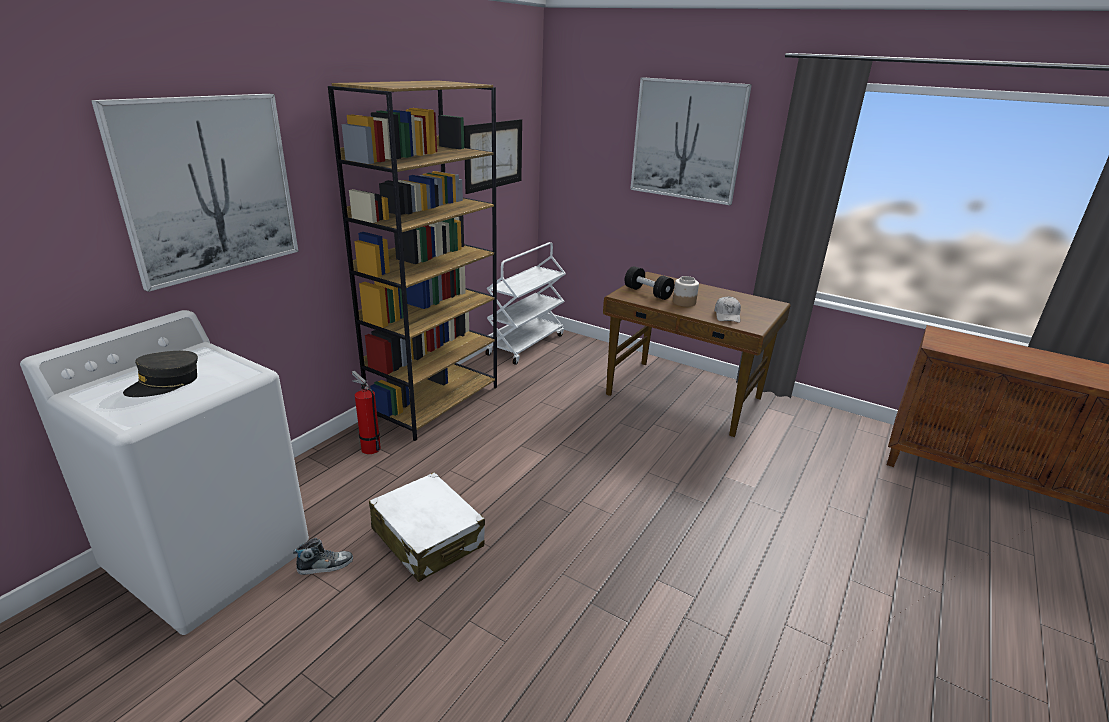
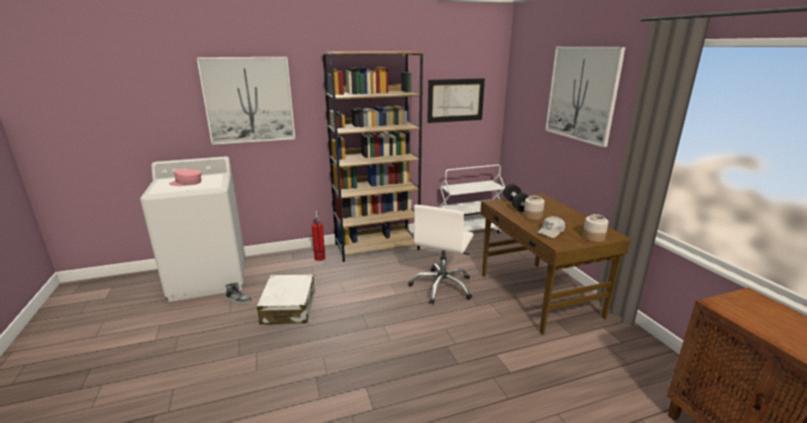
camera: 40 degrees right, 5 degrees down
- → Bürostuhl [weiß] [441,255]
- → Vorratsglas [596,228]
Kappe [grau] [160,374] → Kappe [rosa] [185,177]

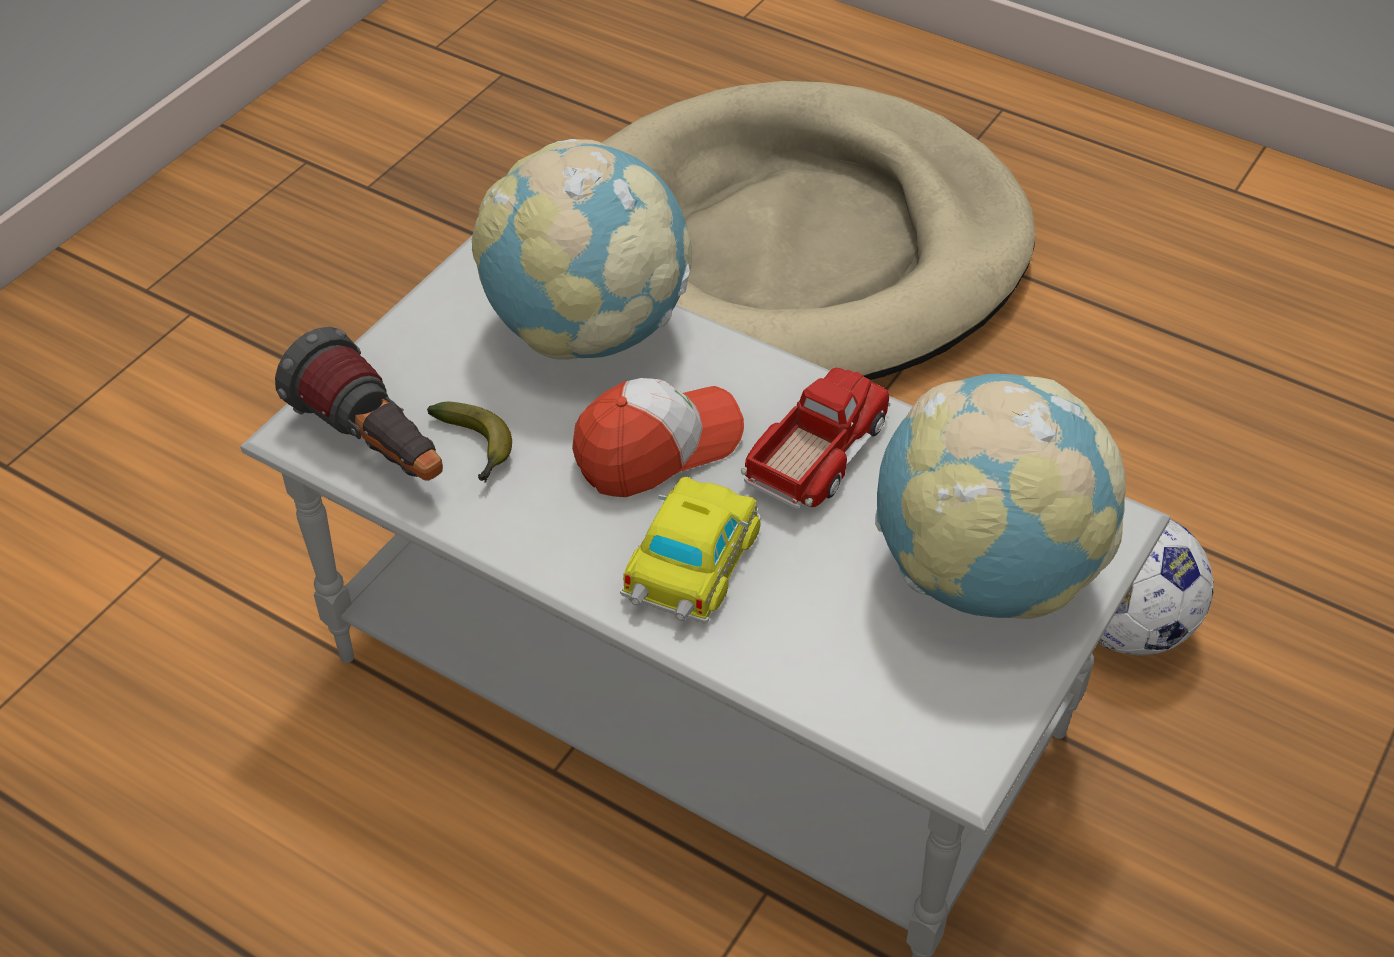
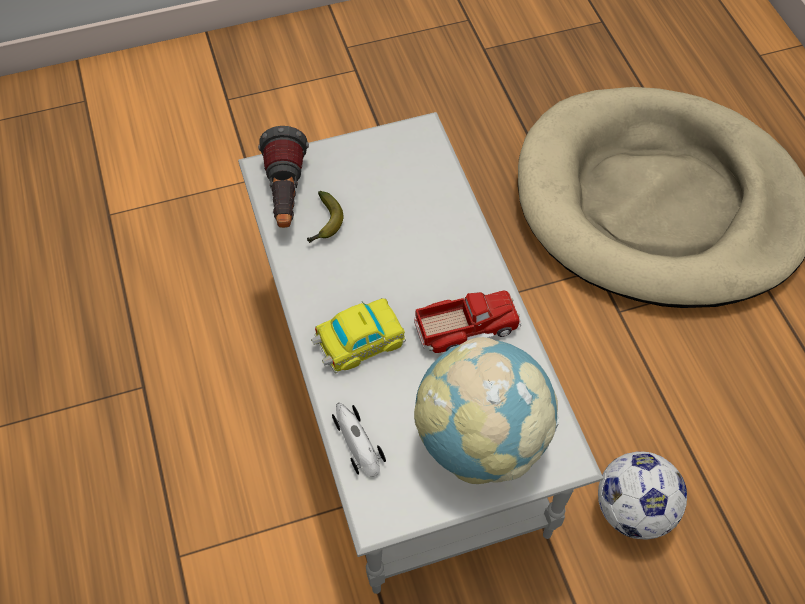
camera: 40 degrees right, 10 degrees up
Globus [582,249] → -
Kappe [658,437] → -
- → Spielzeugauto [359,440]

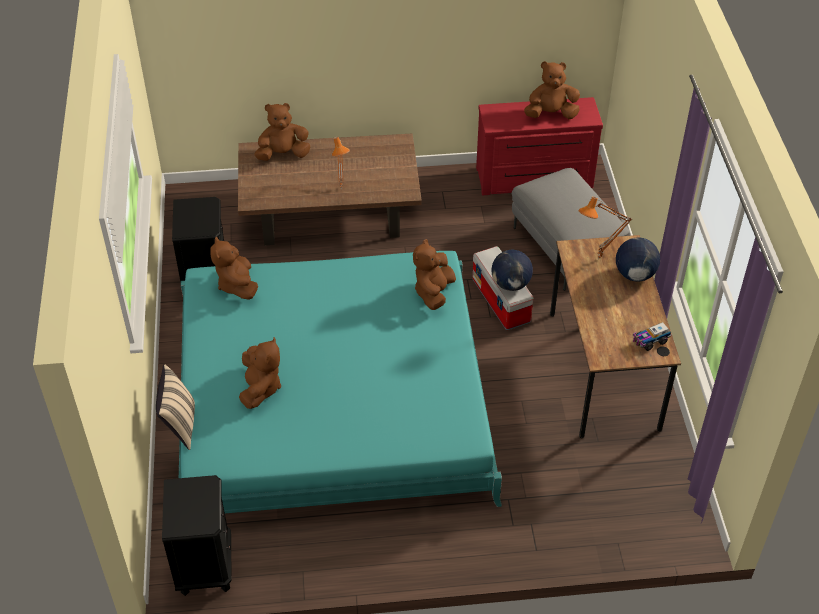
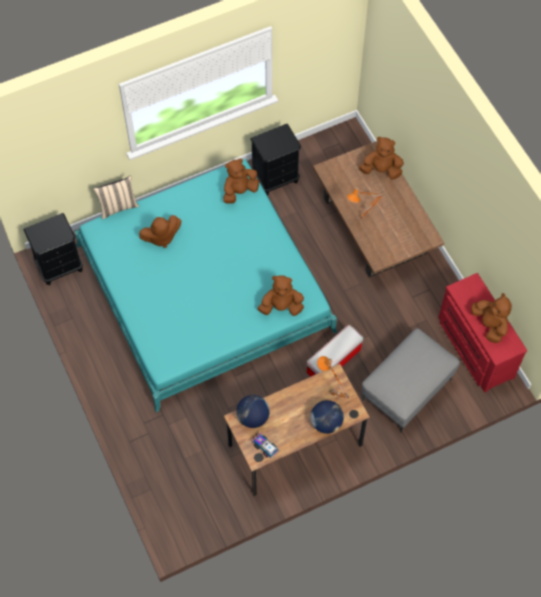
camera: 70 degrees right, 15 degrees up
Globus [512,270] → Globus [253,411], relocated
Plüschtier [braun] [282,132] → Plüschtier [braun] [381,158], 45 degrees counterclockwise

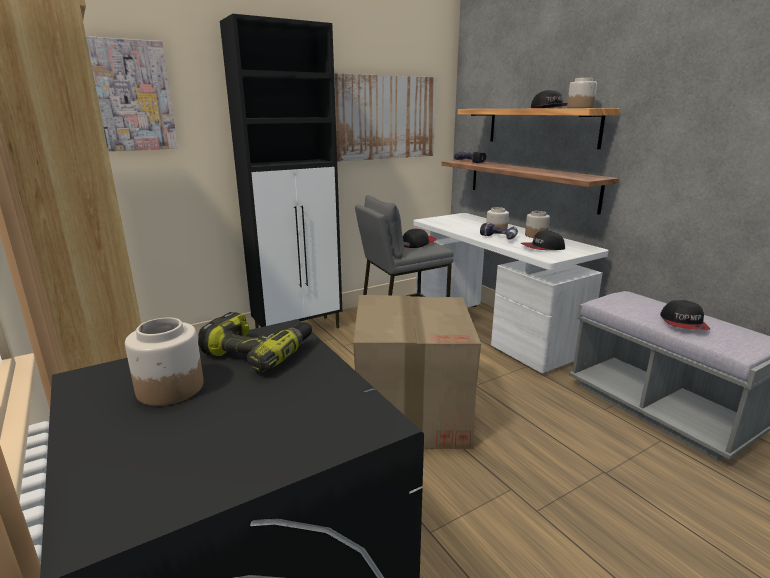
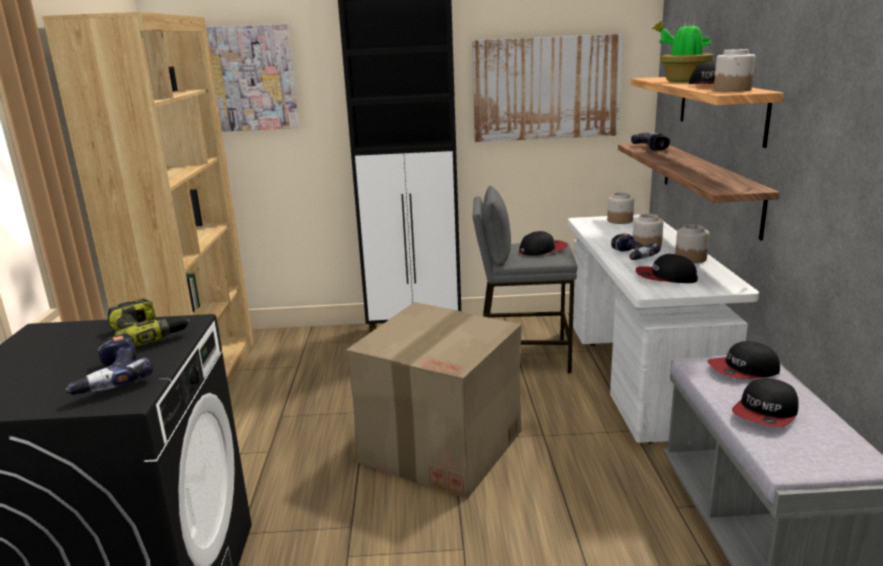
camera: 30 degrees right, 0 degrees up
- → Bohrmaschine [109,364]
- → Topfpflanze [683,51]
- → Kappe [744,360]
Vorratsglas [164,362] → Vorratsglas [620,208], relocated

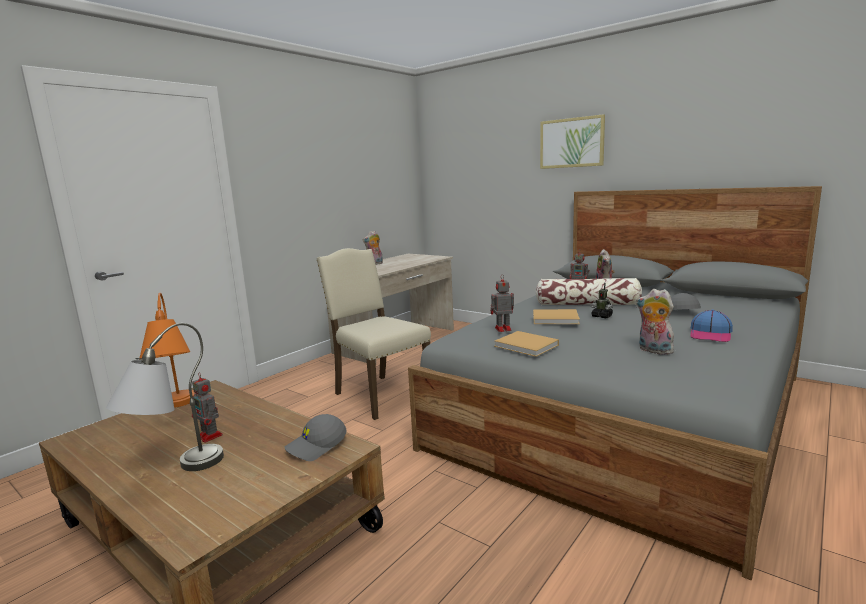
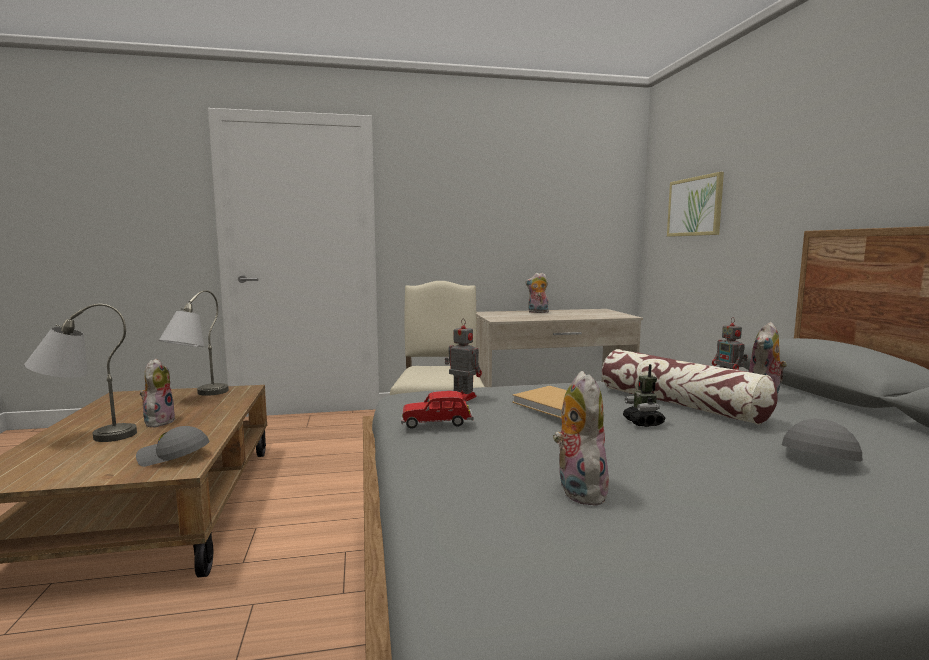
camera: 40 degrees right, 5 degrees down
Kappe [711,326] → -
Bild [572,141] → Bild [695,204], relocated
Spielzeugroboter [207,407] → Plüschtier [158,393]
Buch [beige] [526,344] → Spielzeugauto [rot] [437,410]
Tischlampe [orange] [167,350] → Tischlampe [grau] [194,343]

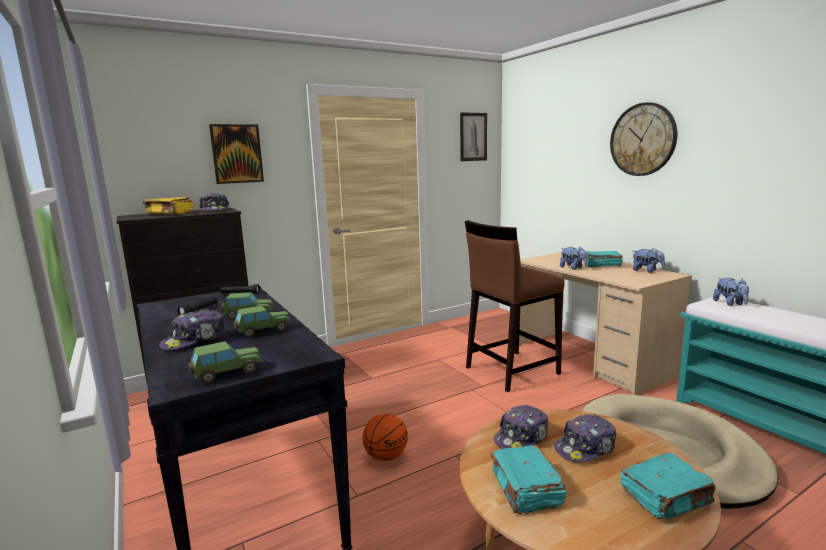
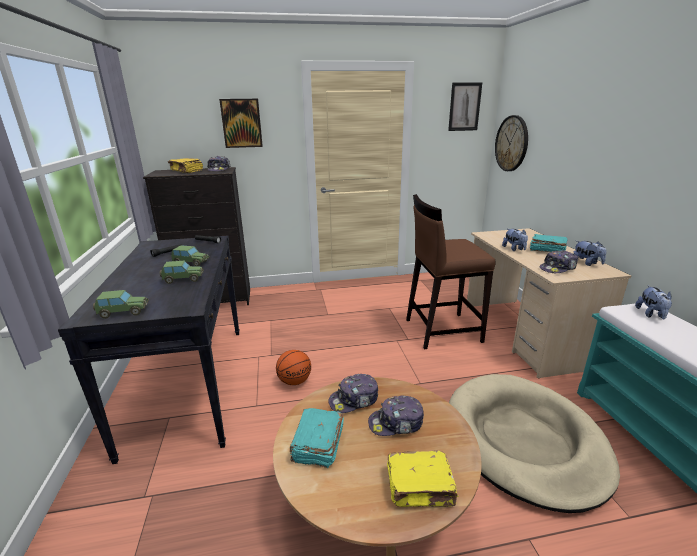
camera: 20 degrees right, 10 degrees up
Kappe [192,329] → Kappe [558,261], relocated
Wanduhr [643,139] → Wanduhr [511,143], relocated
Buch [türkis] [668,486] → Buch [gelb] [422,478]

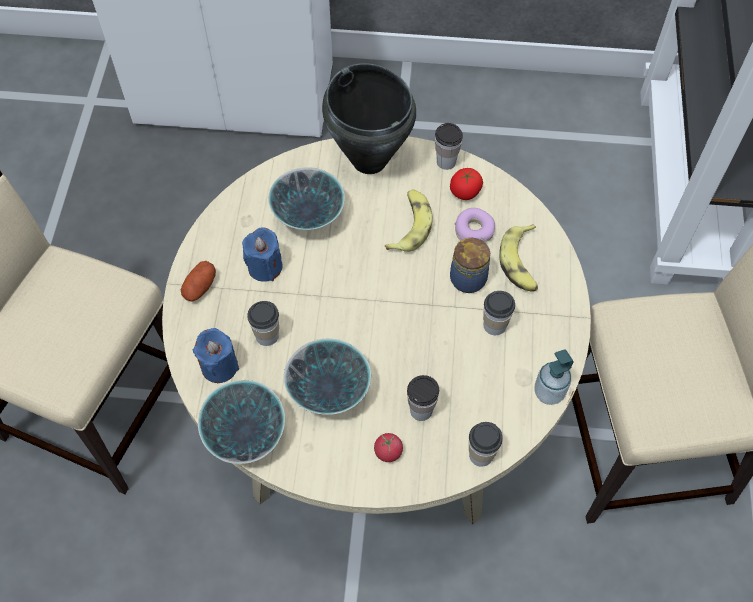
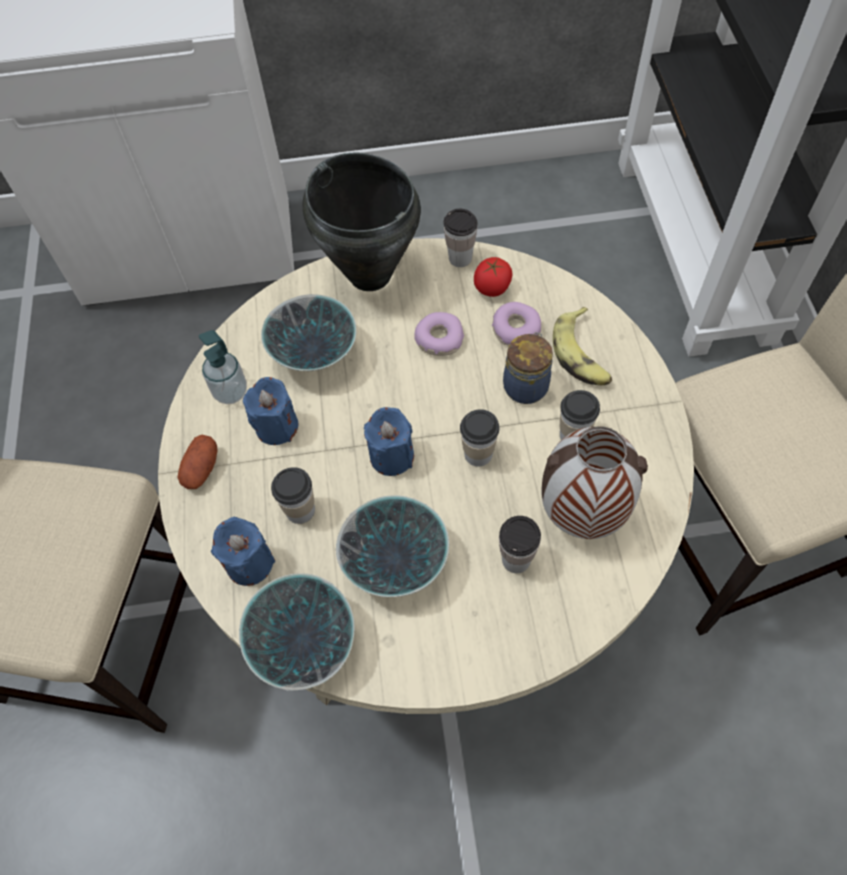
camera: 10 degrees left, 0 degrees up
Tomate [388,447] → -
- → Kerze [blau] [389,441]
- → Vase [595,482]
Tasse [486,444] → Tasse [480,438], relocated
Seifenspender [553,377] → Seifenspender [223,367], relocated
Banane [409,220] → Donut [439,334]

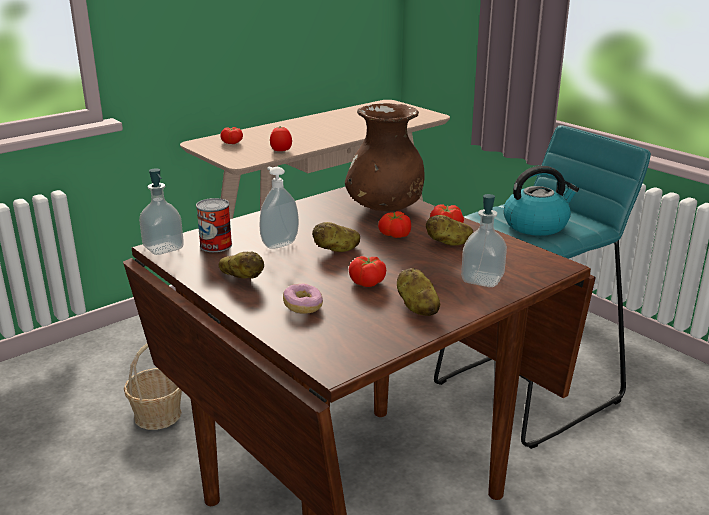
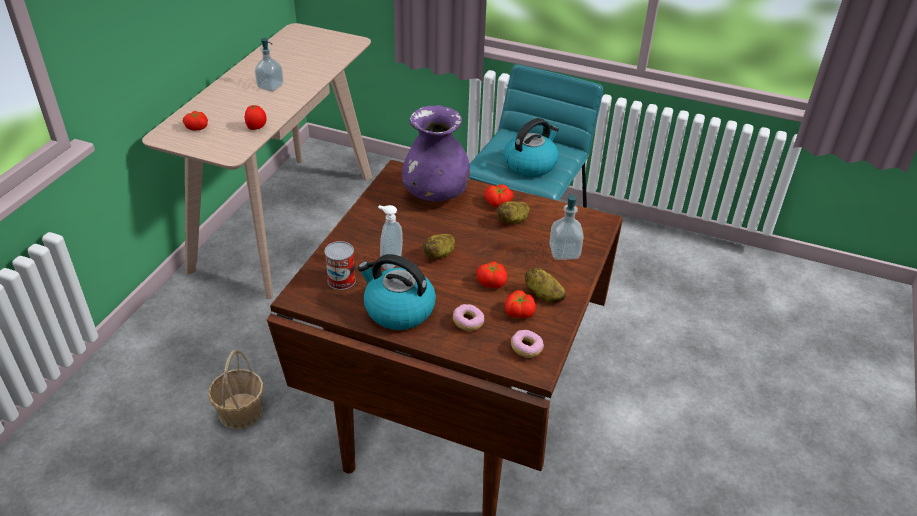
camera: 30 degrees left, 15 degrees up
- → Donut [527,344]
Seifenspender [161,211] → Seifenspender [269,65], relocated
Tomate [394,224] → Tomate [520,304], relocated
Kartoffel [241,265] → Wasserkessel [397,292]
Vase [braun] [385,157] → Vase [lila] [436,153]

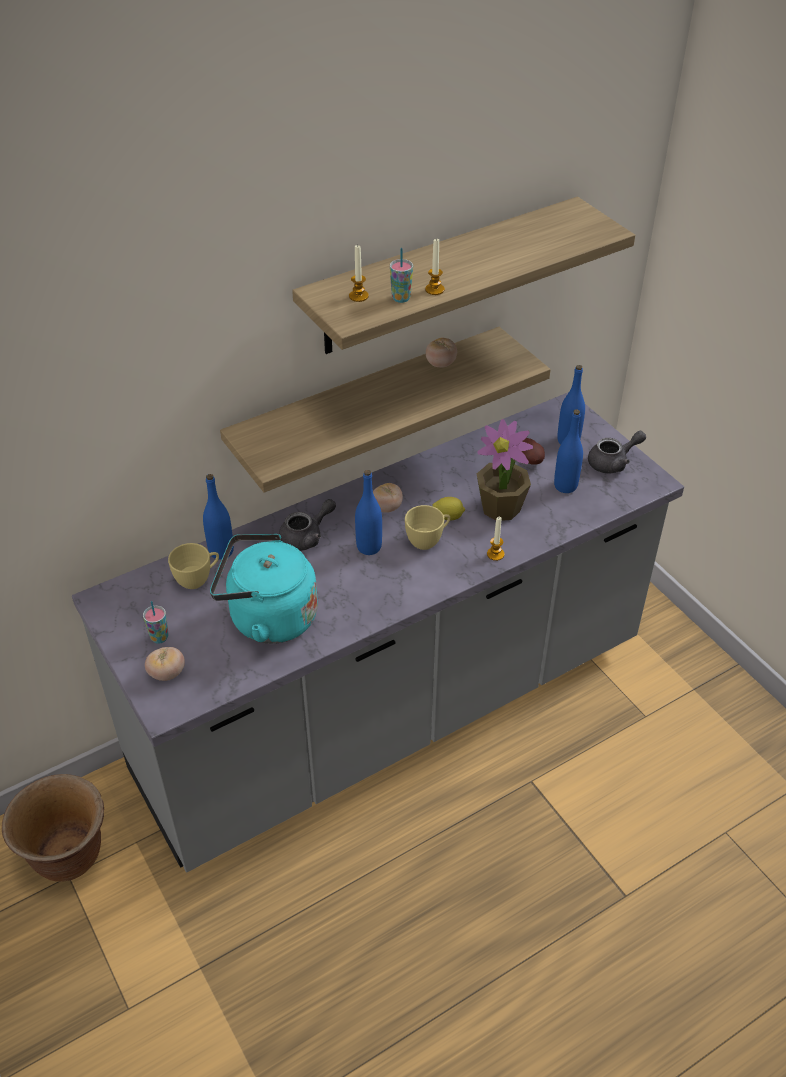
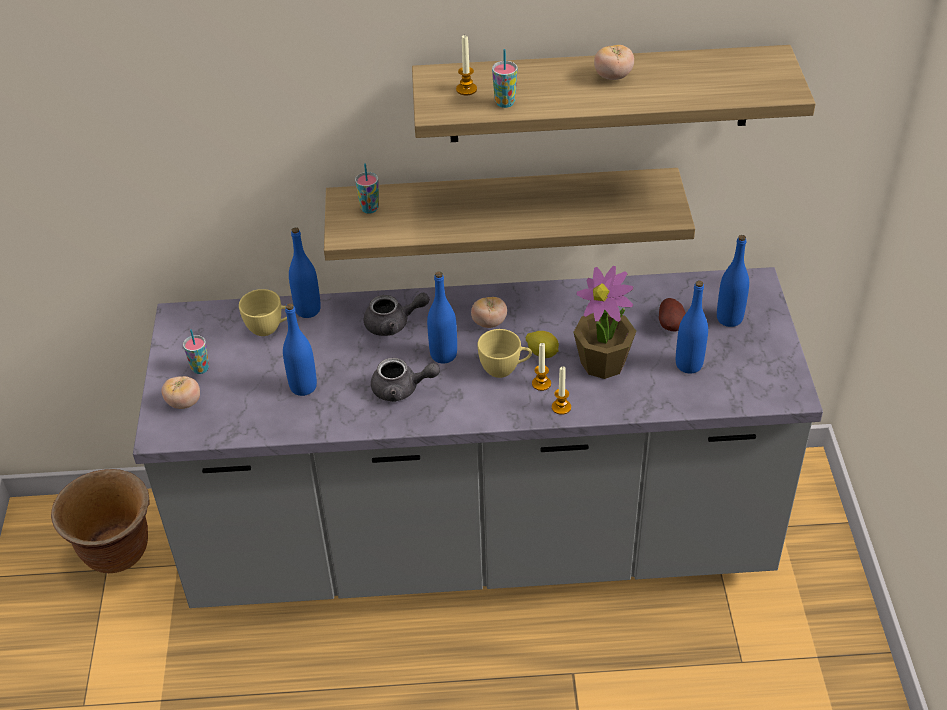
camera: 30 degrees right, 0 degrees up
- → Tasse [367,188]
Kerze [435,266] → Kerze [541,367], relocated
Tomate [441,353] → Tomate [614,62], relocated
Teekanne [grau] [617,452] → Teekanne [grau] [405,380], relocated
Wasserkessel [türkis] [264,589] → Flasche [blau] [300,349]

